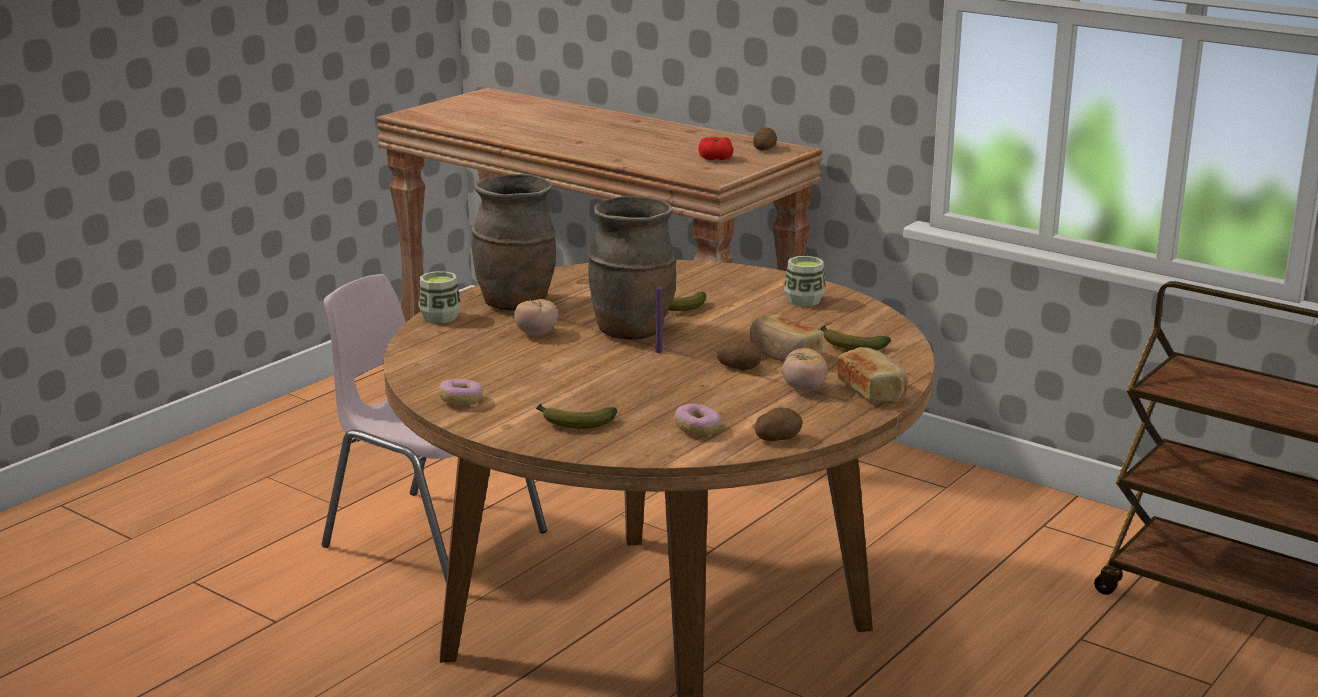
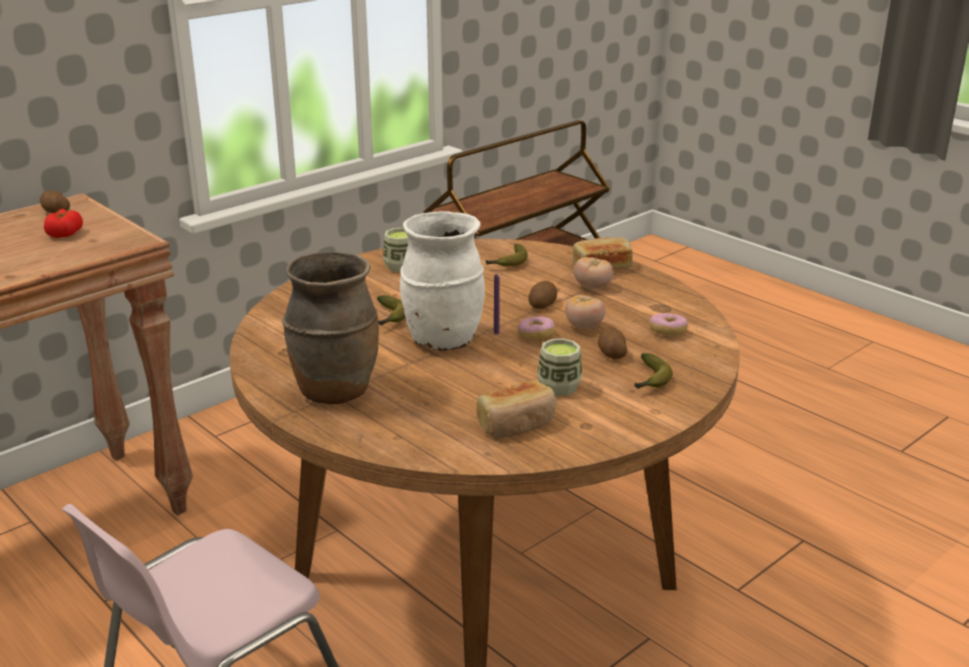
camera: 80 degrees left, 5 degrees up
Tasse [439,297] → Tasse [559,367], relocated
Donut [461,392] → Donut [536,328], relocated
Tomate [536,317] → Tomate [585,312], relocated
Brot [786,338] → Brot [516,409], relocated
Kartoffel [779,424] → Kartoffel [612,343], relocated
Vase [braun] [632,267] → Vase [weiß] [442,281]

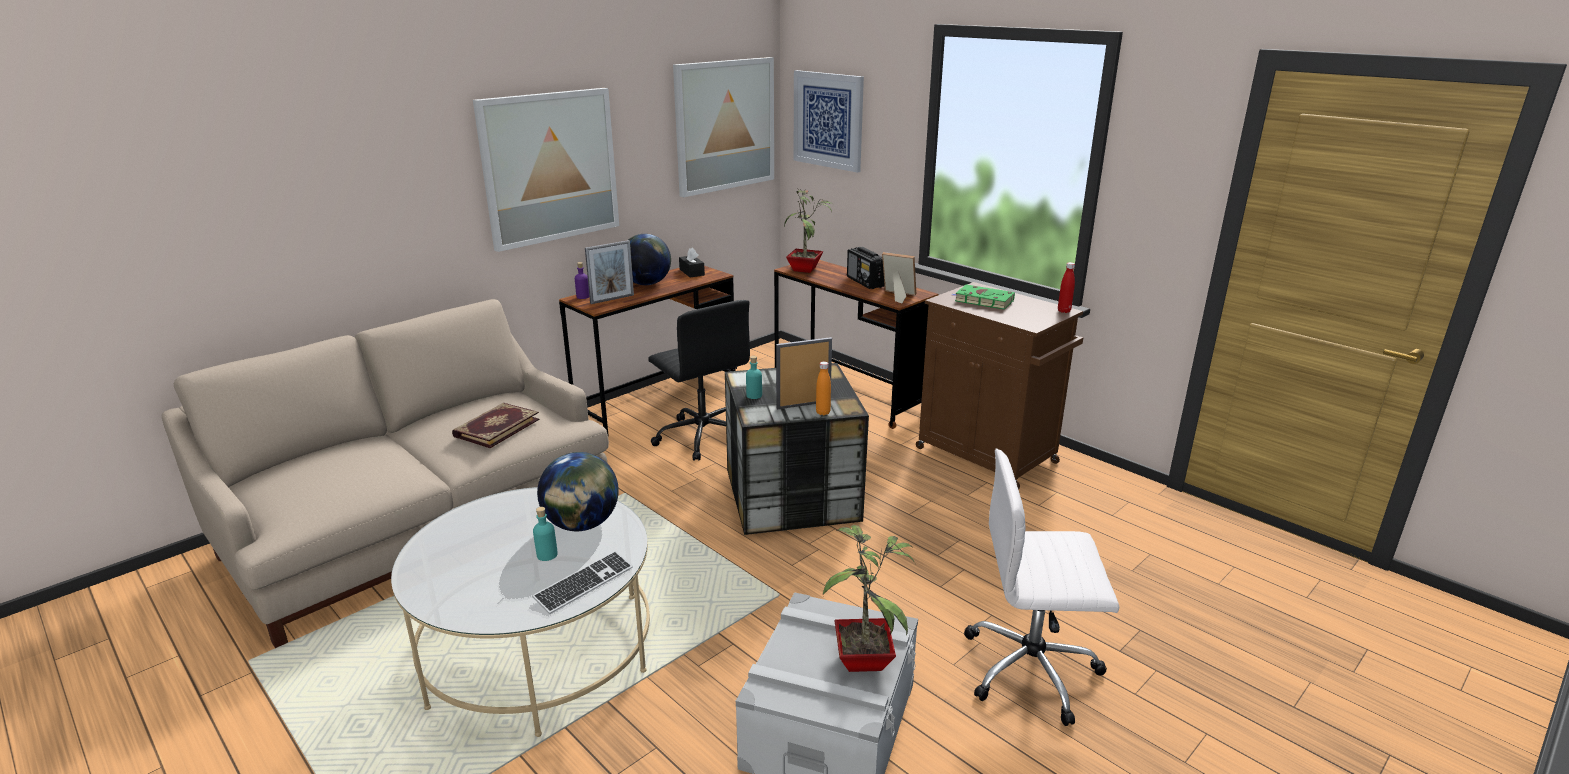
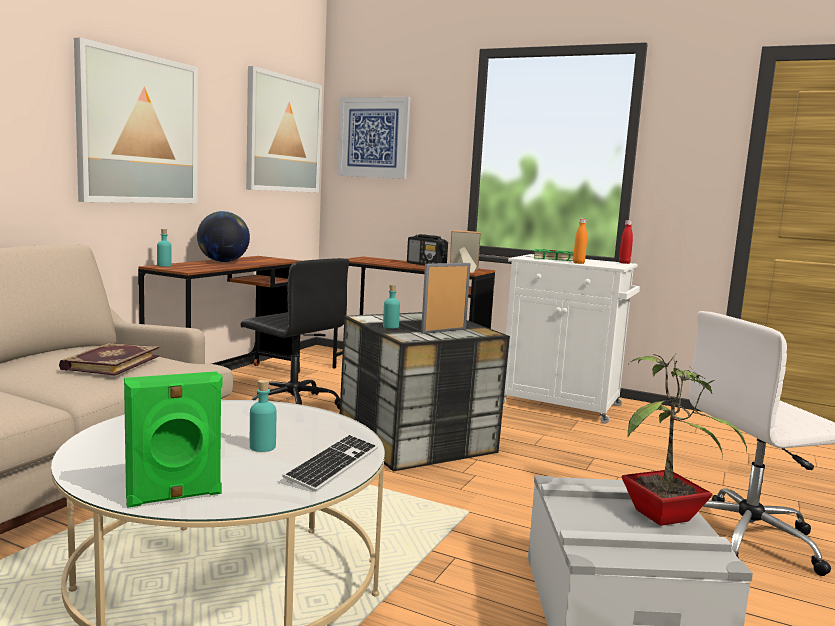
camera: 20 degrees left, 15 degrees down
Globus [578,491] → -
Bilderrahmen [609,272] → -
Taschentuchbox [schwarz] [692,262] → -
Topfpflanze [809,230] → -
- → Lautsprecher [grün] [173,439]
Flasche [orange] [823,388] → Flasche [orange] [580,241], relocated
Flasche [lila] [582,280] → Flasche [türkis] [164,248]
Schrank [braun] [999,385] → Schrank [weiß] [571,339]

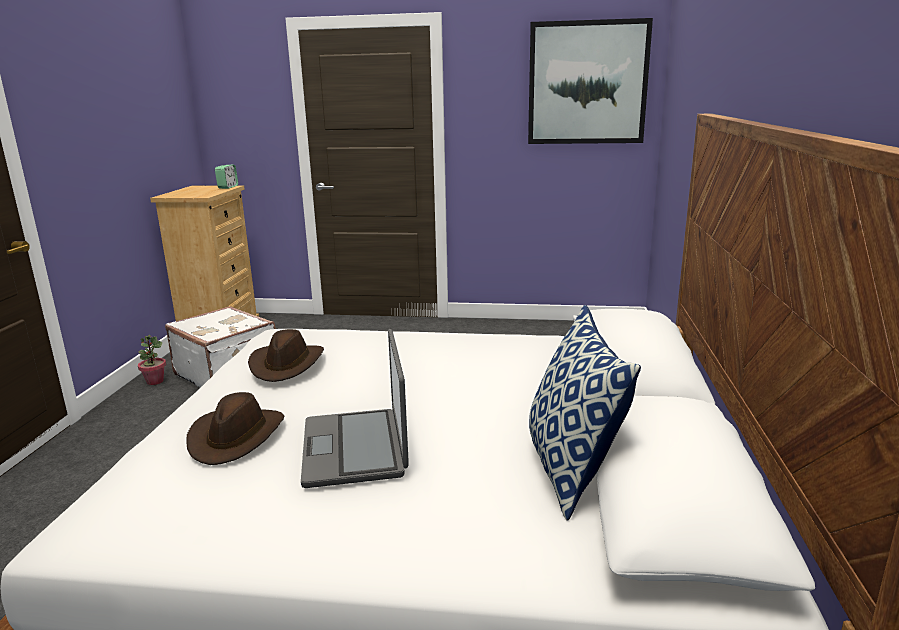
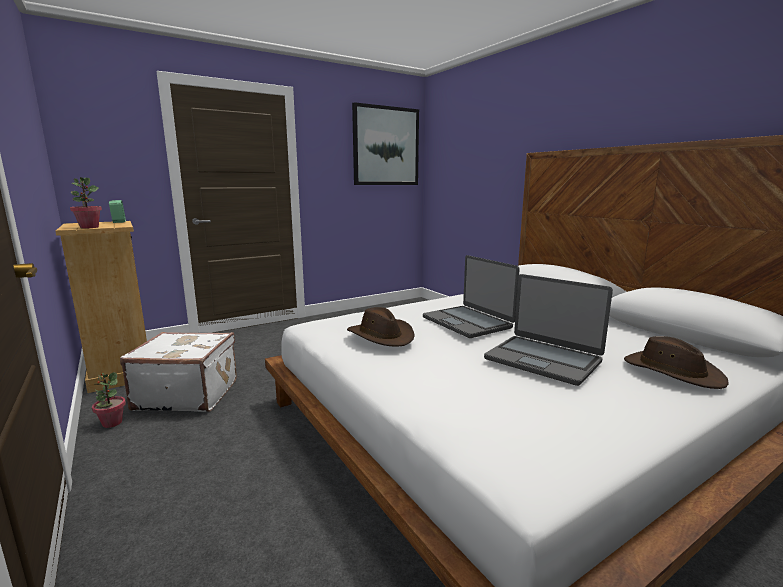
camera: 40 degrees left, 5 degrees down
Kissen [585,413] → -
- → Topfpflanze [86,202]
- → Laptop [471,296]
Hut [braun] [235,428] → Hut [braun] [676,362], relocated

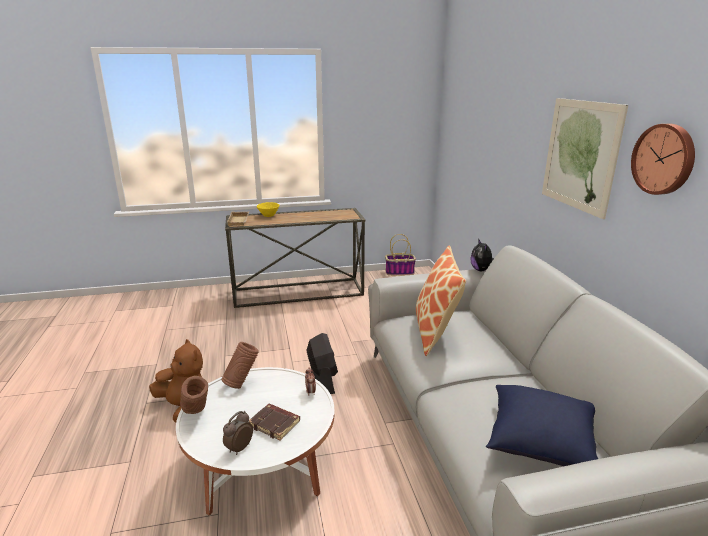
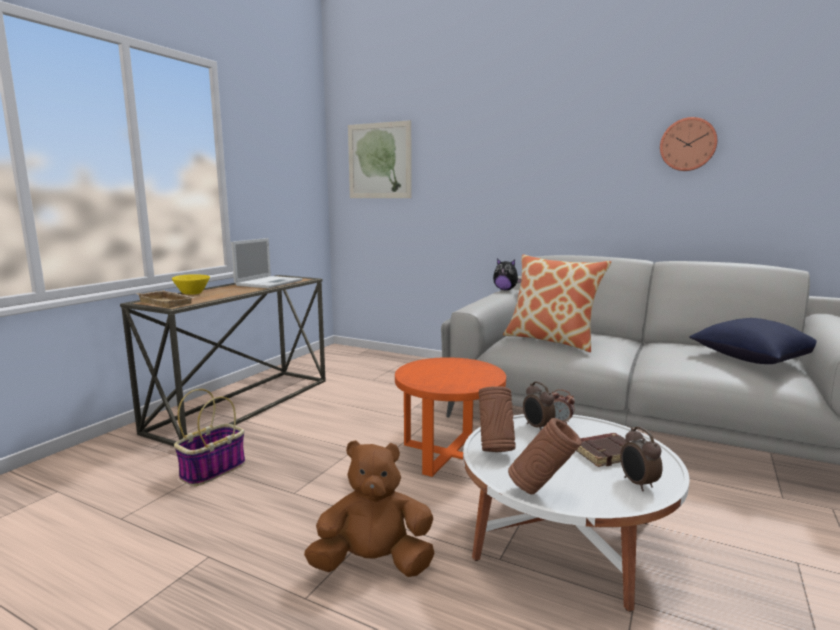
camera: 50 degrees left, 10 degrees down
- → Laptop [266,263]
- → Wecker [539,405]
Korb [400,255] → Korb [209,437], relocated
Bild [585,158] → Bild [380,159], relocated
Ventilator [schwarz] [322,363] → Beistelltisch [orange] [450,417]

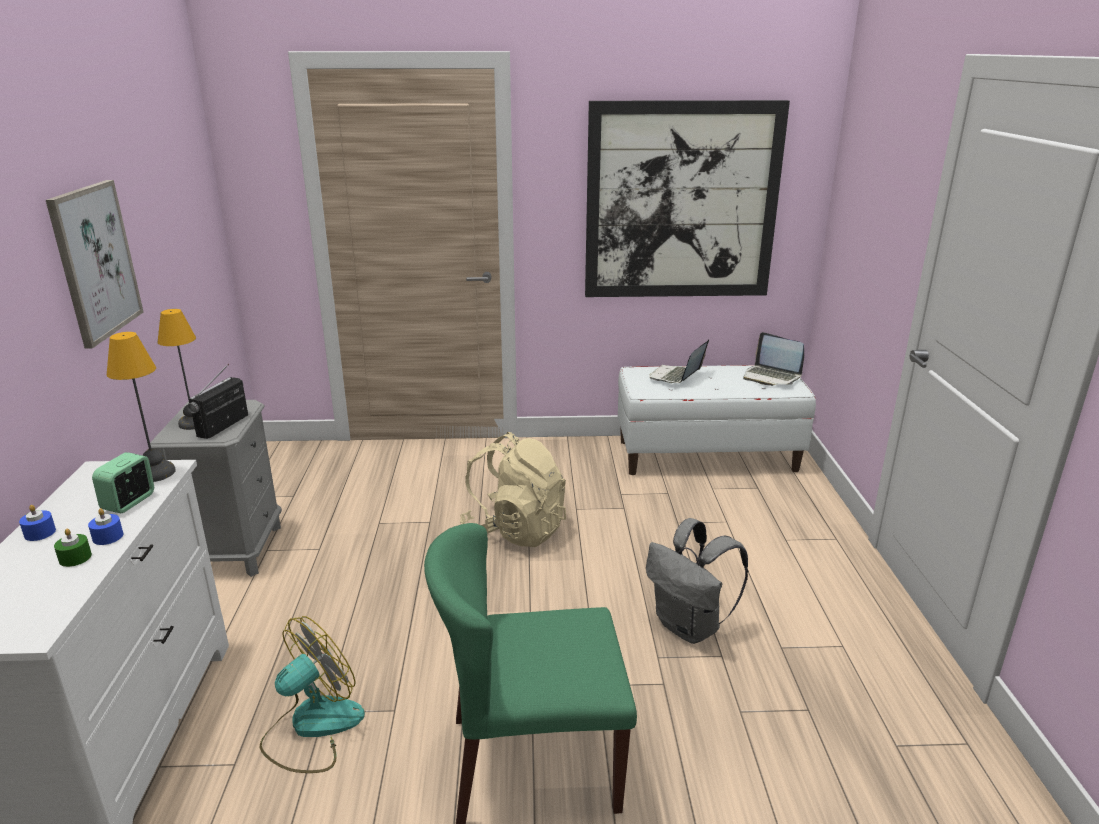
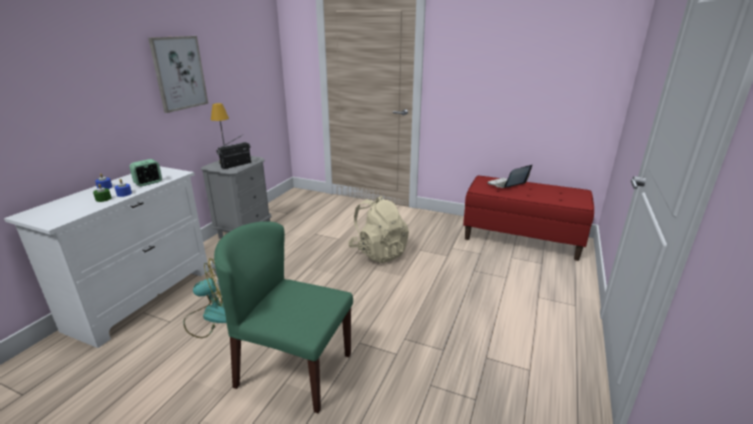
camera: 25 degrees right, 0 degrees up
Tischlampe [141,407] → -
Bild [687,198] → -
Rucksack [grau] [697,581] → -
Laptop [773,359] → -
Bank [weiß] [717,420] → Bank [rot] [528,218]

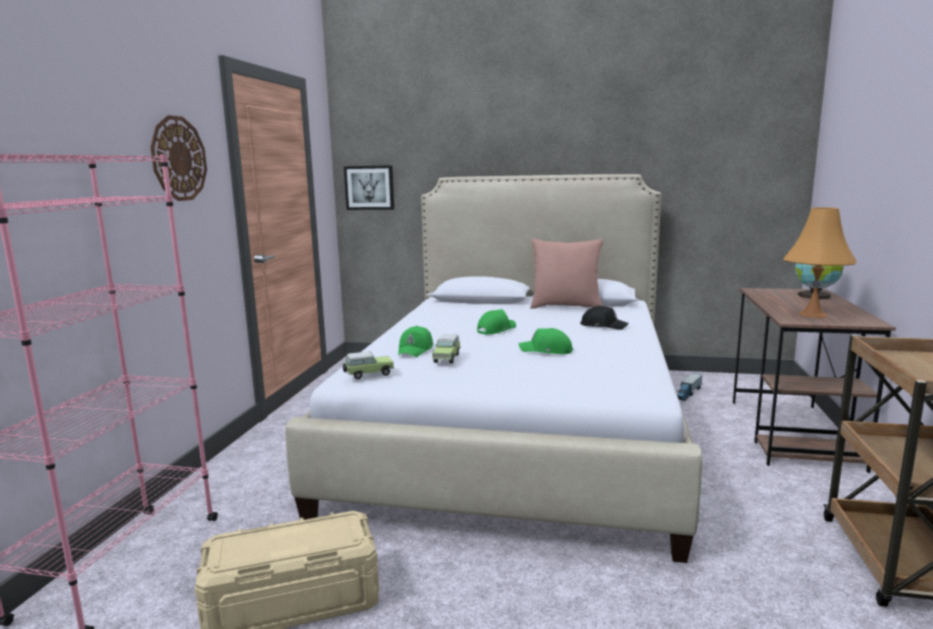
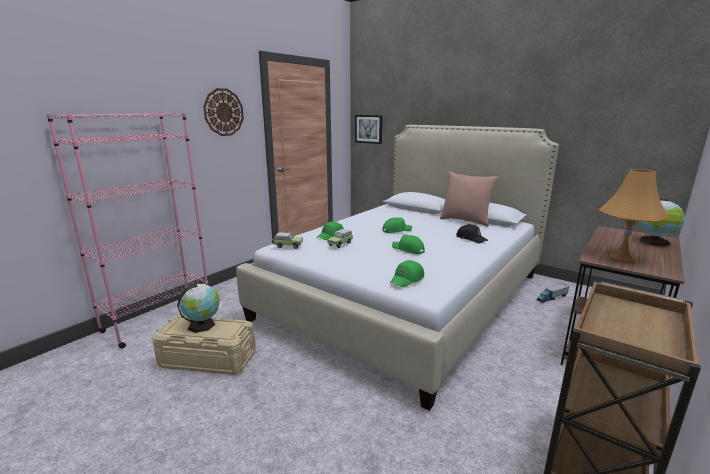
camera: 25 degrees right, 5 degrees up
- → Globus [198,308]
- → Kappe [grün] [407,273]

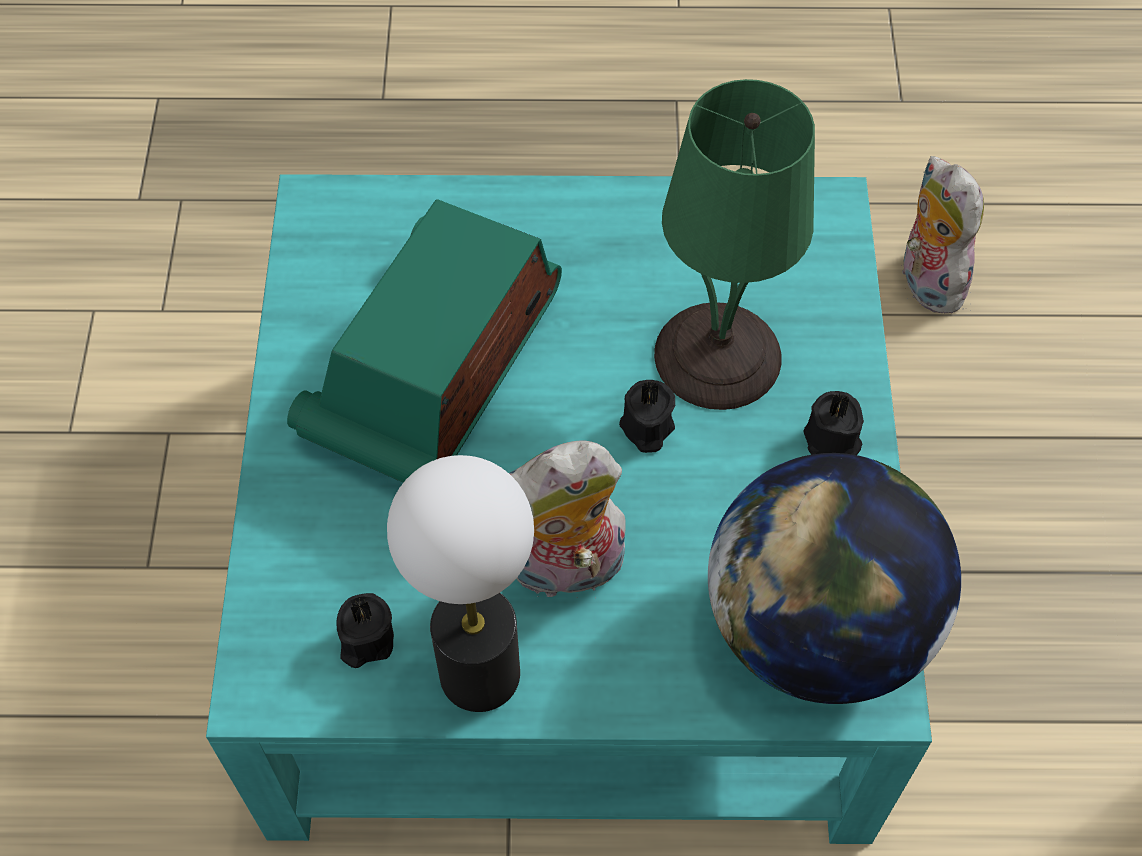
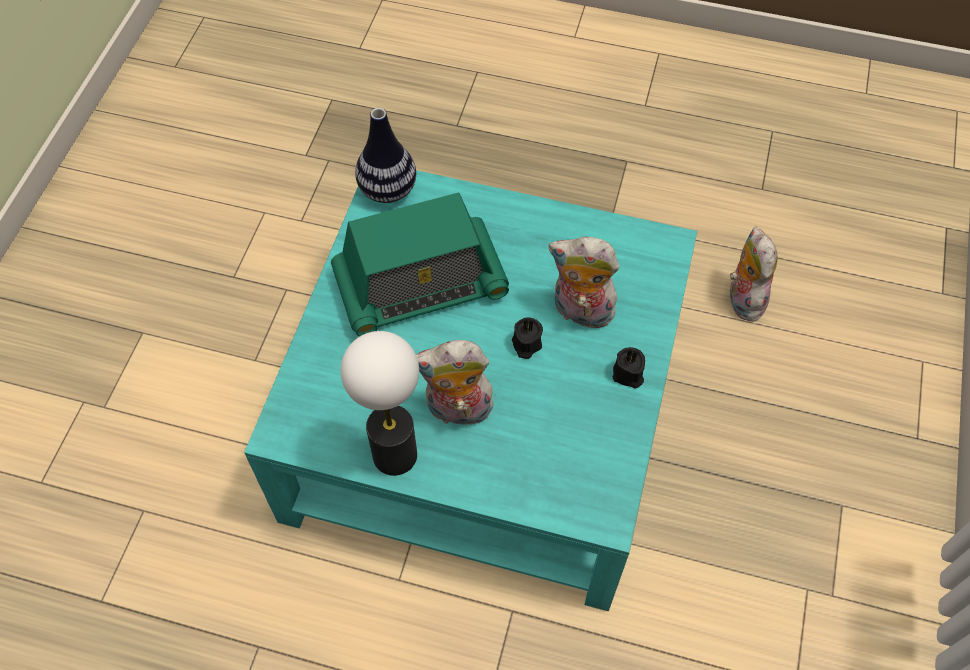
camera: 15 degrees right, 0 degrees up
Kerze [schwarz] [365,630] → -
Globus [834,578] → -
- → Vase [385,155]
Tischlampe [grün] [734,244] → Plüschtier [584,282]
Radio [424,341] → Radio [420,265], 150 degrees counterclockwise

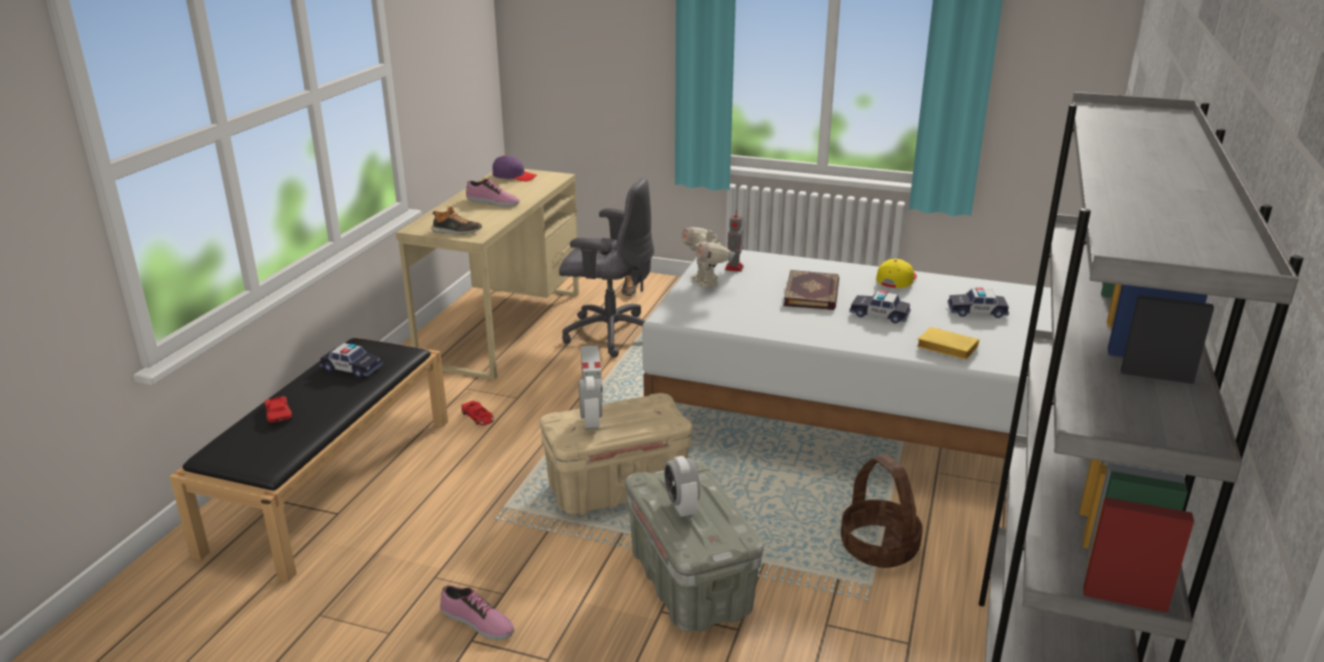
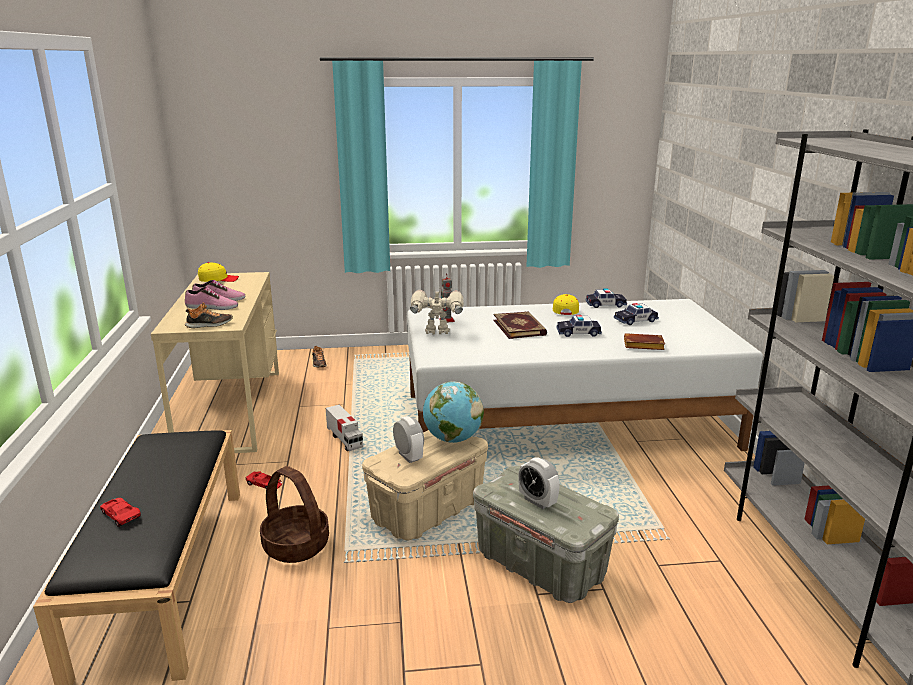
camera: 25 degrees left, 5 degrees down
Bürostuhl [grau] [606,267] → -
- → Globus [453,412]
Spielzeugauto [351,360] → Spielzeugauto [606,298], relocated
Schuh [477,612] → Schuh [211,298], relocated
Korb [882,511] → Korb [294,514], relocated
Kappe [lila] [515,168] → Kappe [gelb] [218,272]
Buch [gelb] [947,343] → Buch [braun] [644,341]
Spielzeugroboter [708,256] → Spielzeugroboter [437,311], 135 degrees clockwise

